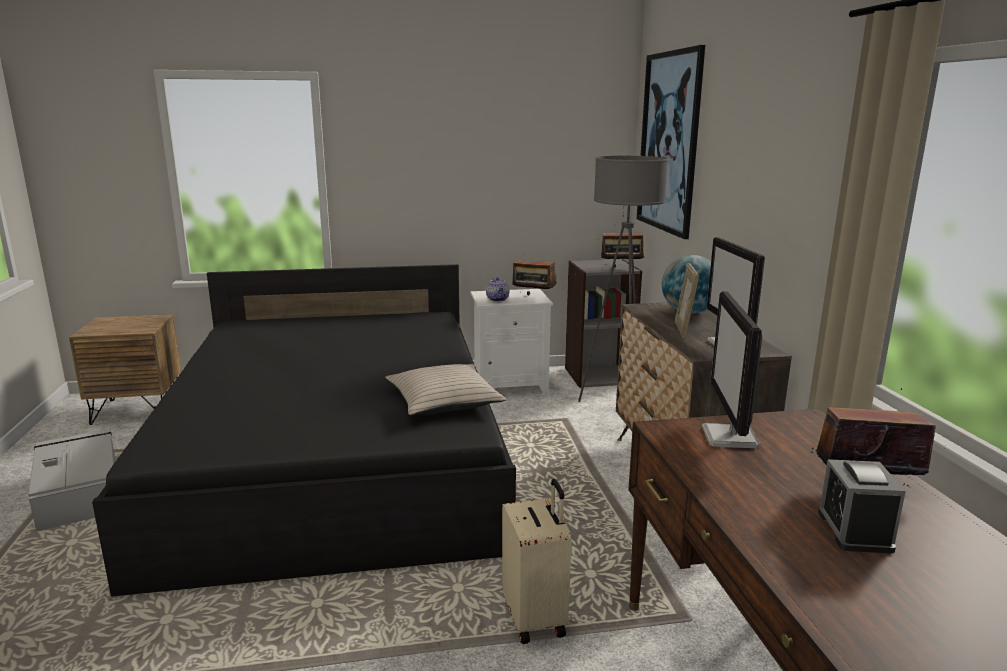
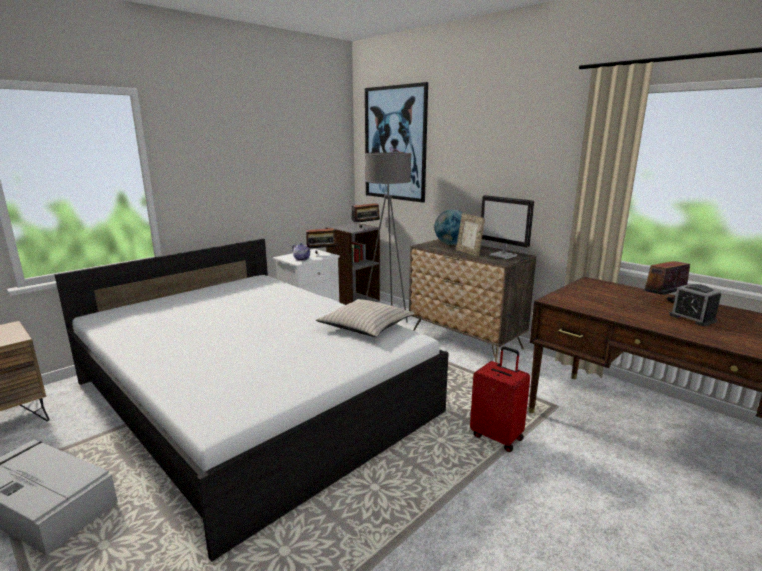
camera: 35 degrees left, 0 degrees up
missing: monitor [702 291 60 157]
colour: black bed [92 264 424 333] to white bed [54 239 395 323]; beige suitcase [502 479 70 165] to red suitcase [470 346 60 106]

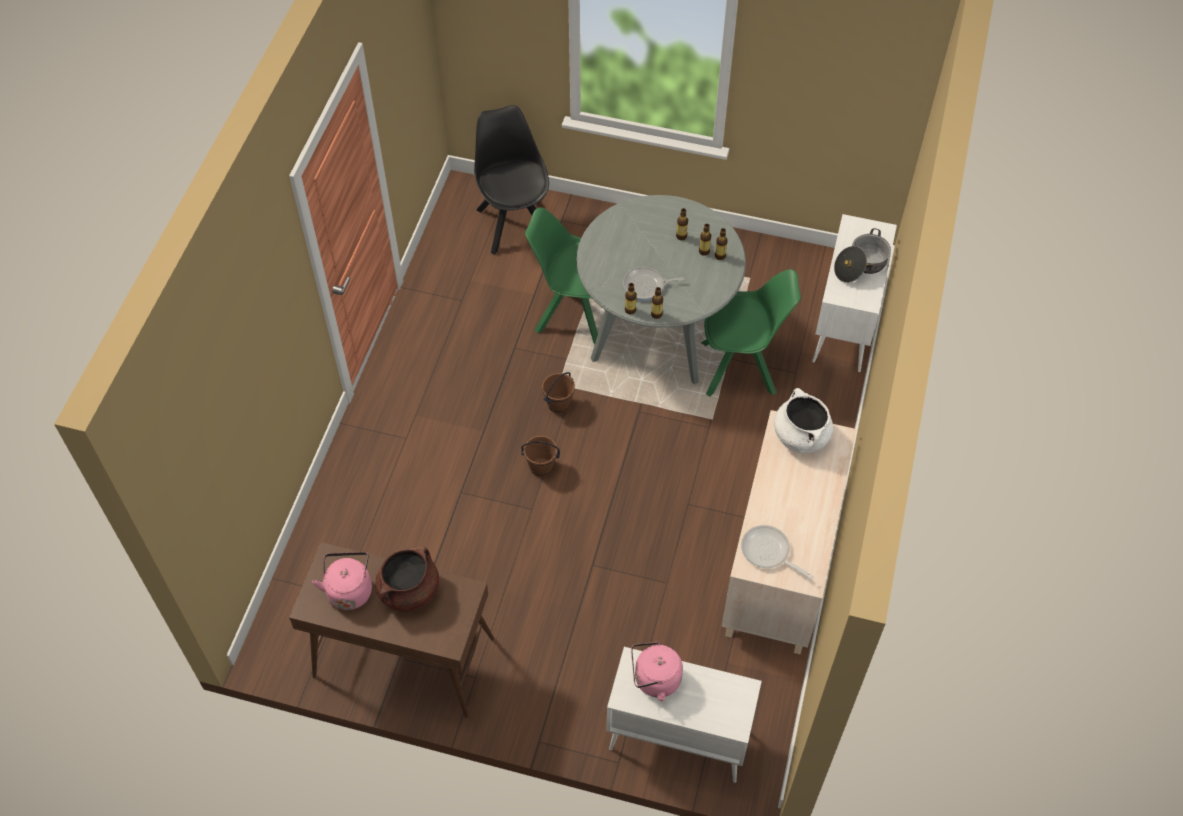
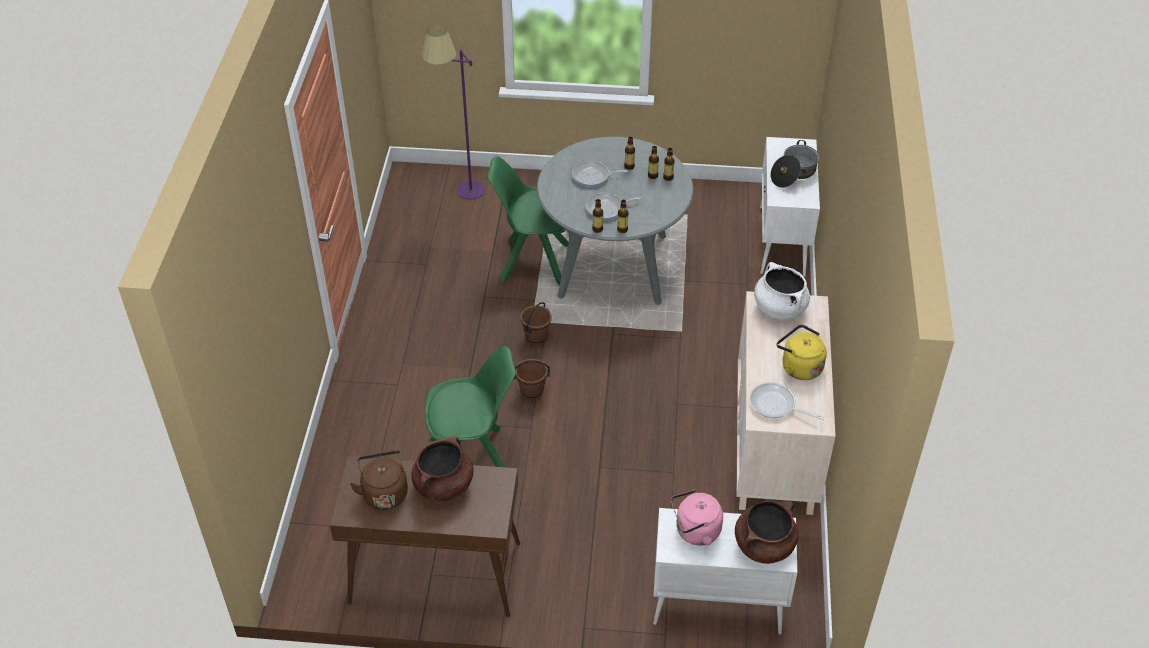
camera: 10 degrees left, 10 degrees down
appeared: frying pan [572 161 56 26]; brown cooking pot [735 501 63 63]; yellow kettle [777 324 50 56]
relocated: green chair [701 269 100 127] to [425 346 91 121]
exchanged: black chair [474 105 75 150] to purple floor lamp [421 25 64 175]
colour: pink kettle [312 552 60 58] to brown kettle [350 450 58 60]

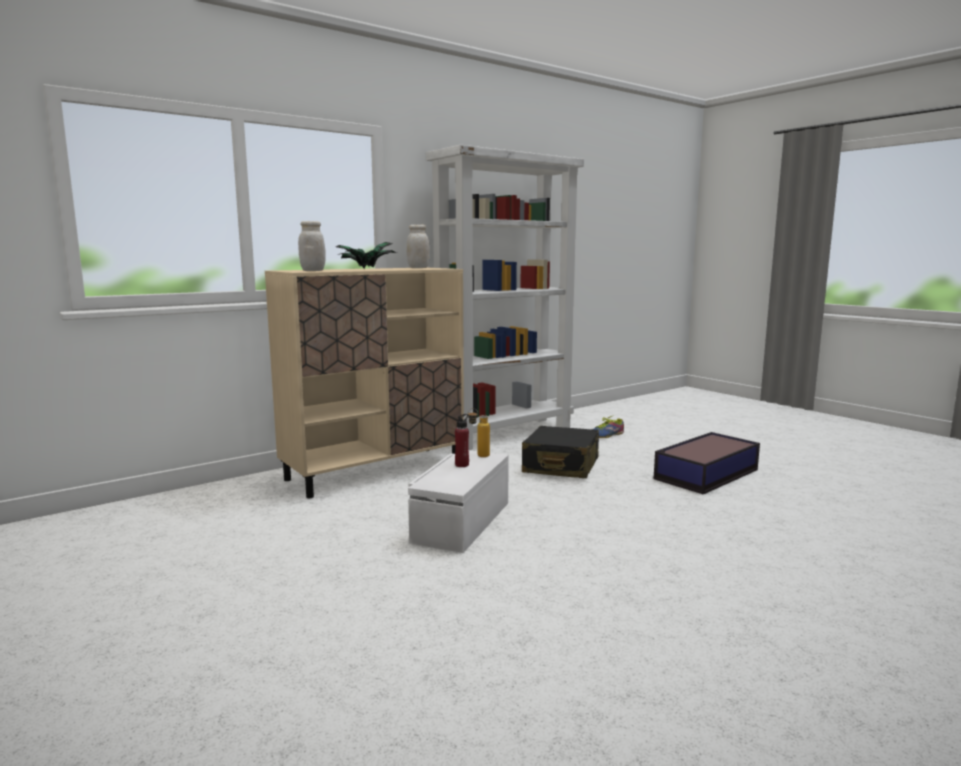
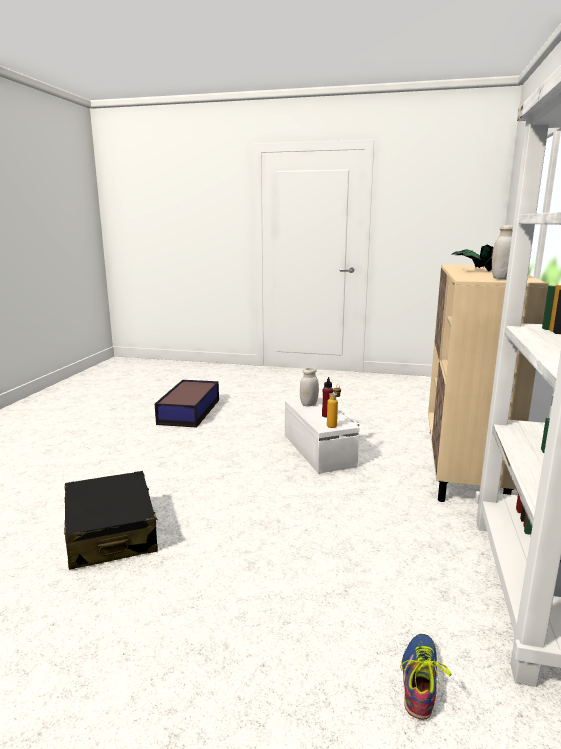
camera: 140 degrees right, 5 degrees up
relocated: white jar [298 221 28 50] to [300 368 19 39]; black suitcase [522 426 77 52] to [64 471 94 99]; storage box [654 432 106 62] to [155 380 64 48]

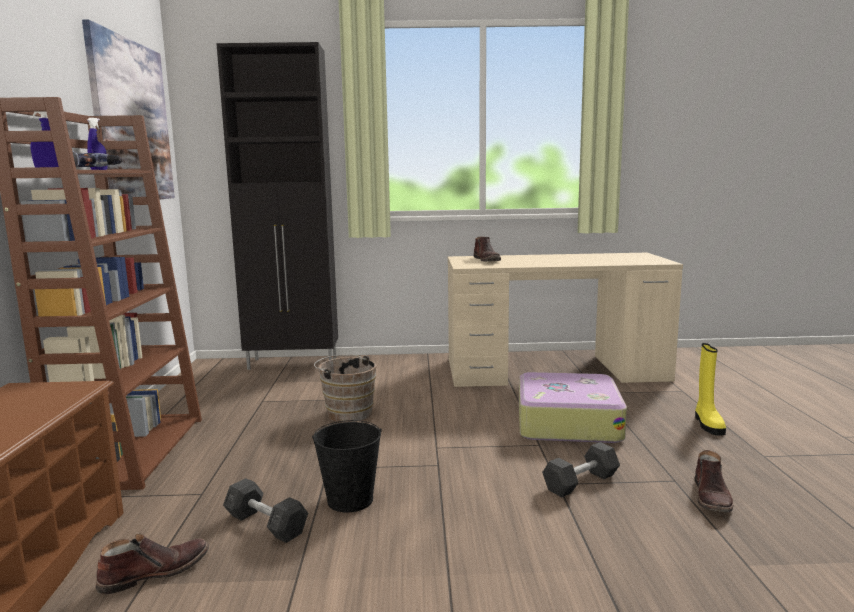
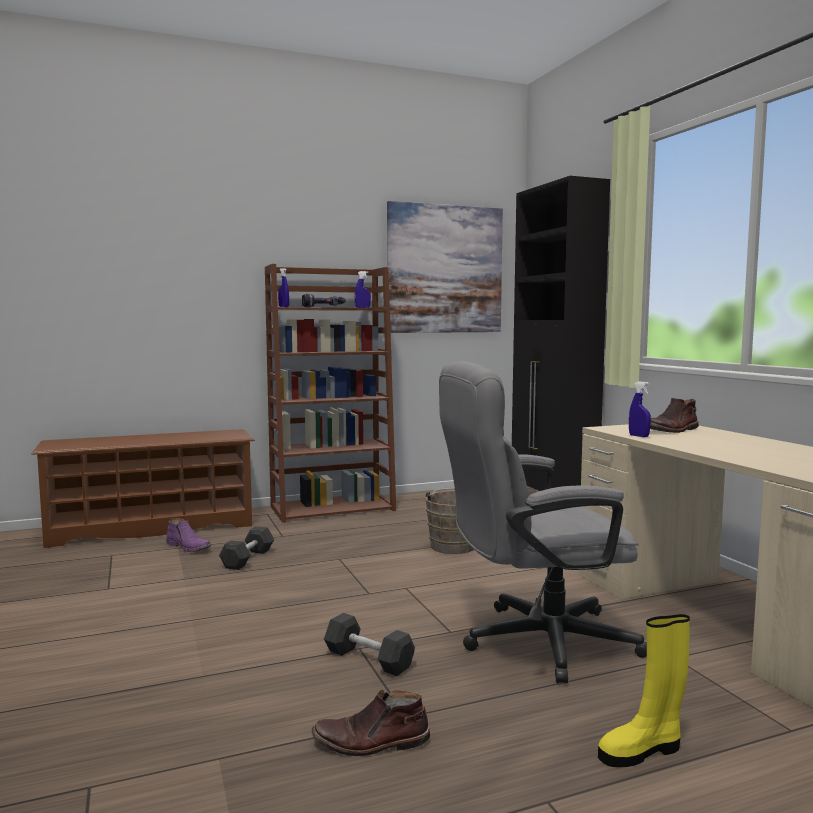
camera: 70 degrees right, 5 degrees down
missing: black bucket [312 420 70 93]
appeared: blue spray bottle [629 381 22 56]
exchanged: suitcase [519 372 108 71] to grey office chair [439 361 208 322]
colour: brown boot [96 534 113 60] to purple boot [166 518 45 34]

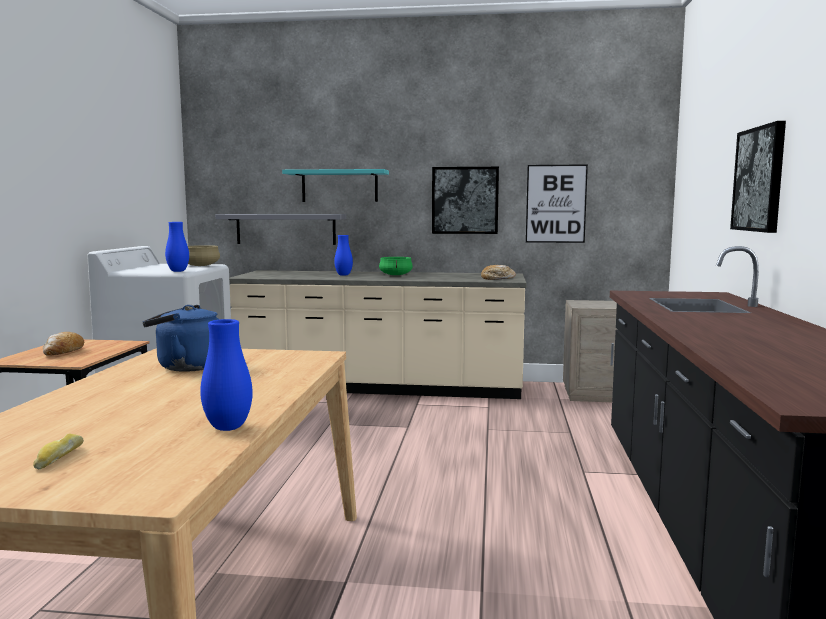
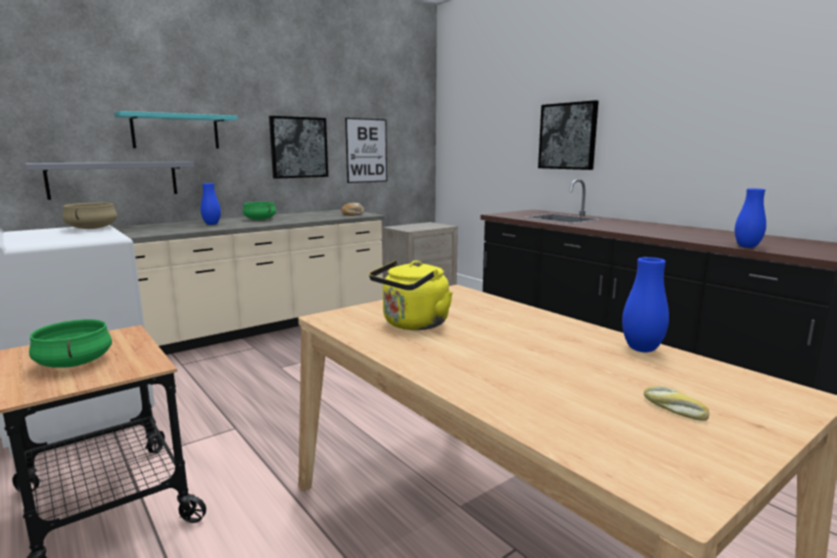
camera: 45 degrees left, 5 degrees up
relocated: blue vase [165 222 24 50] to [735 188 31 60]
exchanged: bread [43 332 41 24] to green cooking pot [29 319 83 49]
colour: blue kettle [143 305 76 67] to yellow kettle [369 260 84 70]

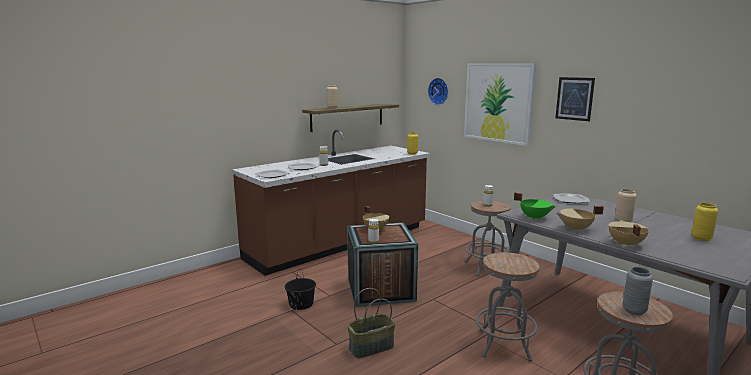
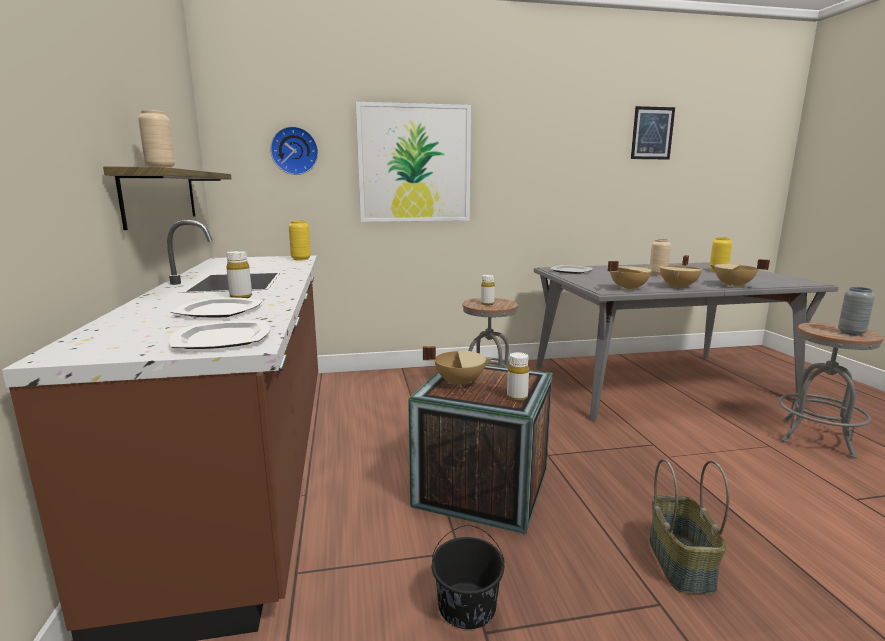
camera: 60 degrees left, 0 degrees up
missing: grey stool [476 252 63 110]
relocated: picture [555 77 40 44] to [631 106 44 53]
colour: green cooking pot [514 192 42 28] to beige cooking pot [608 261 44 30]

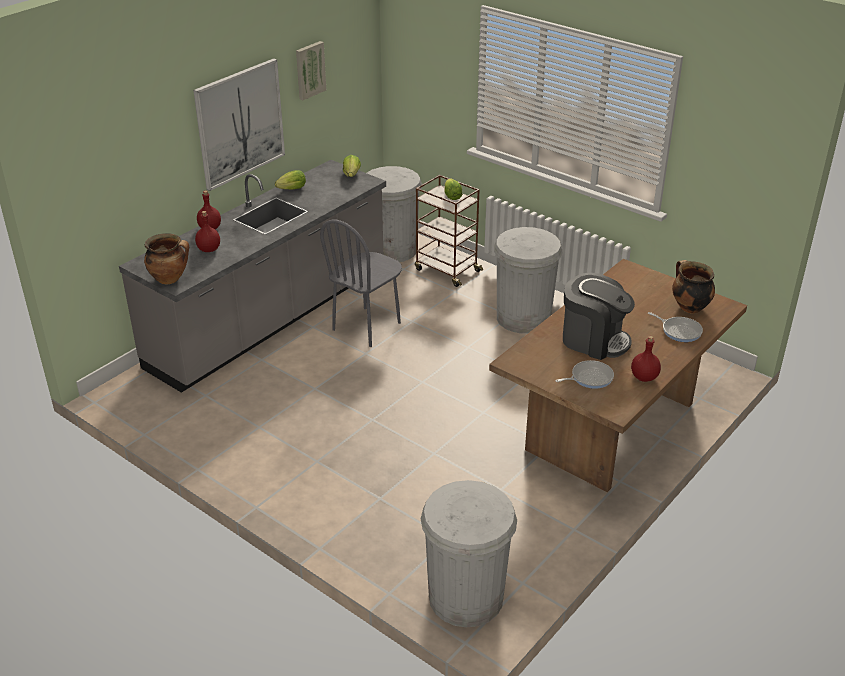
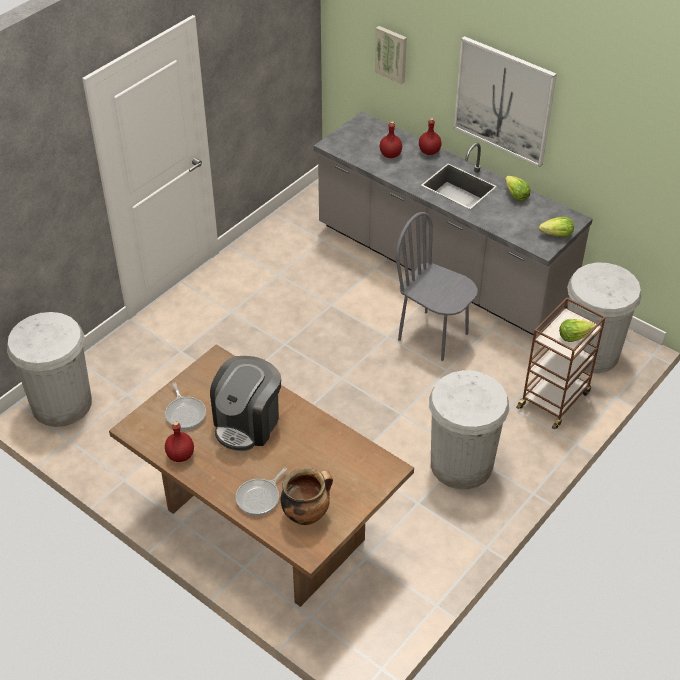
camera: 90 degrees right, 10 degrees up
missing: cooking pot [144 233 45 51]
relocated: picture [296 41 30 59] to [375 26 32 58]

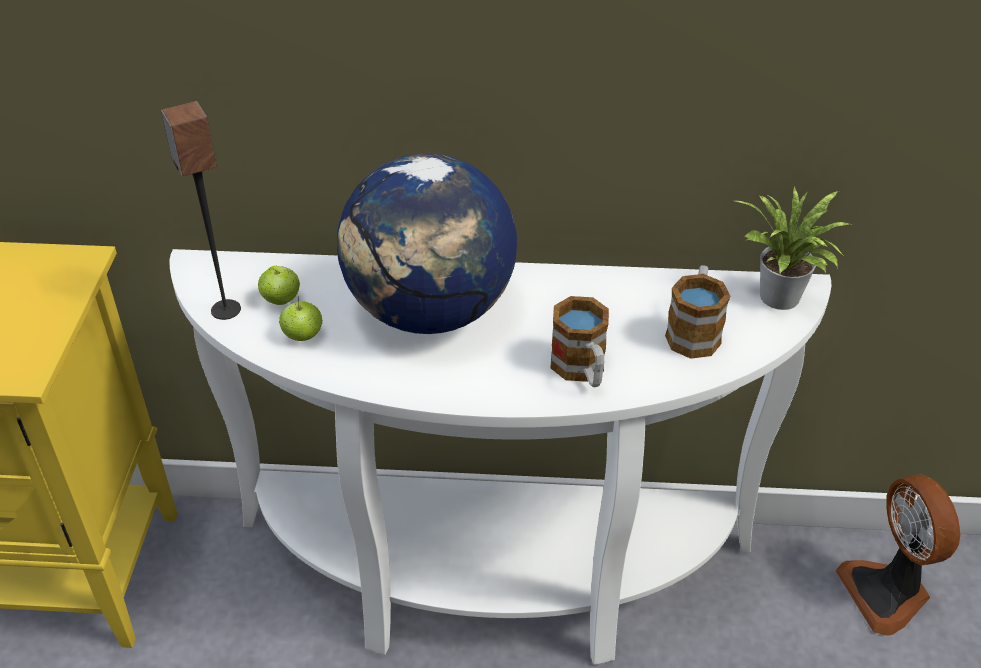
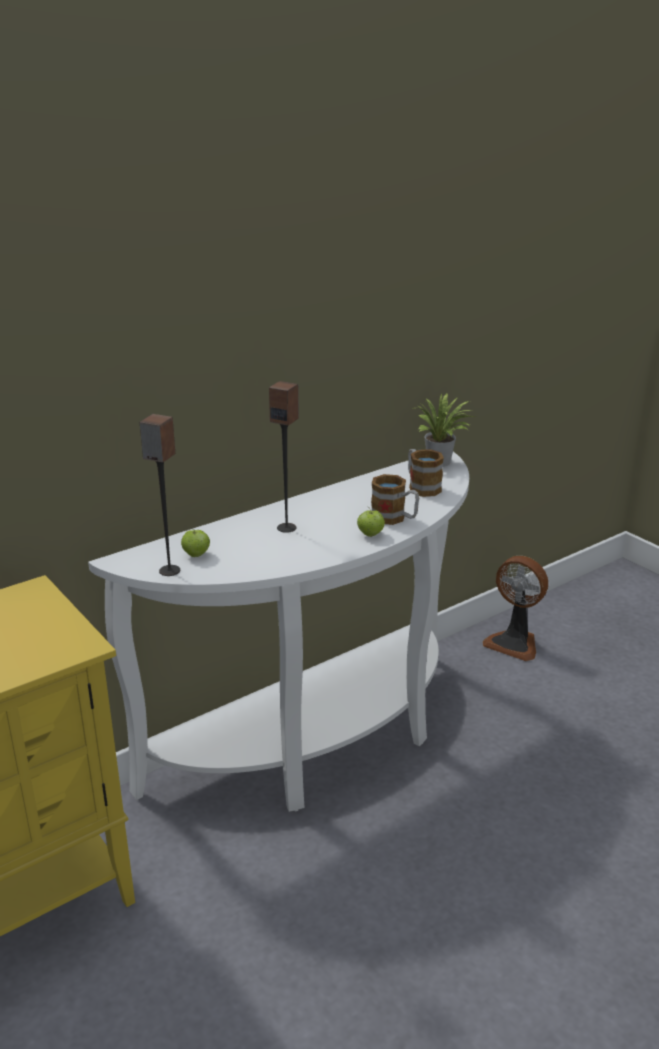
camera: 40 degrees left, 15 degrees down
relocated: apple [279 297 43 44] to [357 506 28 31]
exchanged: globe [337 153 180 181] to speaker [269 381 30 152]

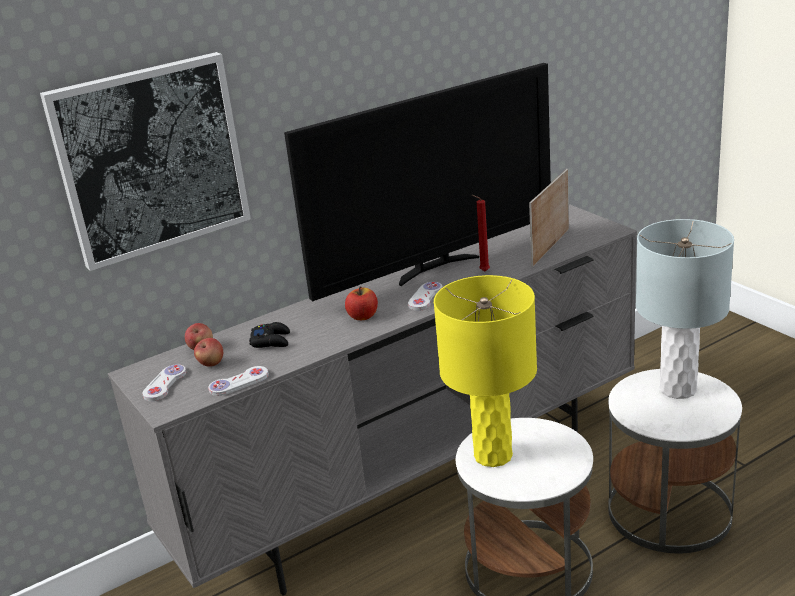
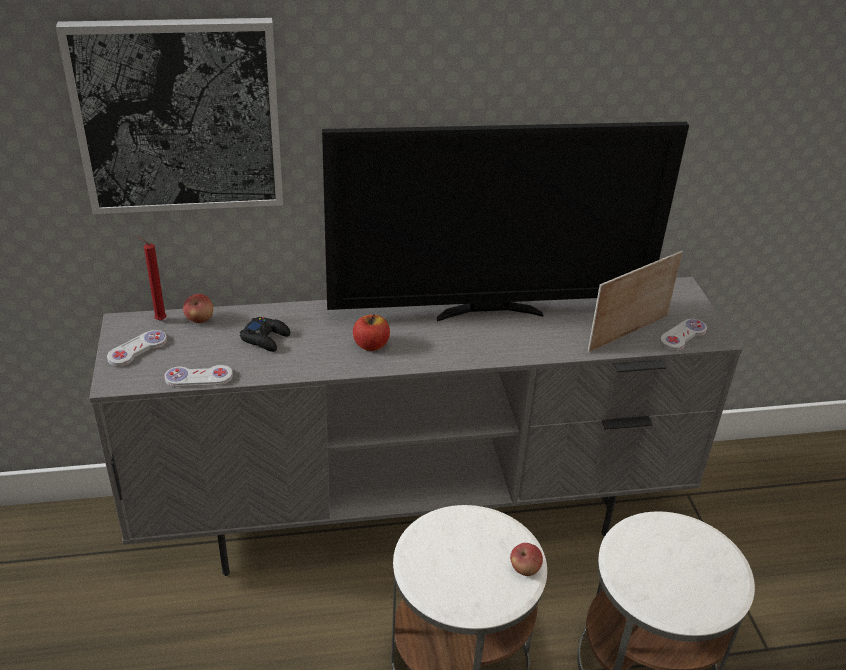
camera: 20 degrees right, 10 degrees up
missing: yellow table lamp [434 275 103 192]; grey table lamp [636 219 98 180]
relocated: apple [194 338 29 28] to [510 543 33 33]; white game controller [408 282 35 29] to [660 319 47 32]; red candle [472 195 18 76] to [137 236 30 85]

